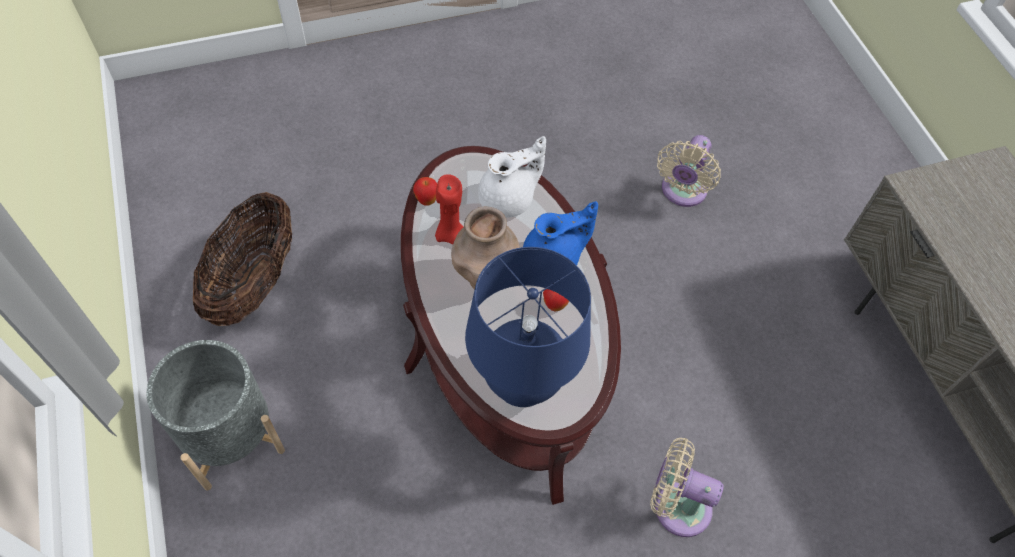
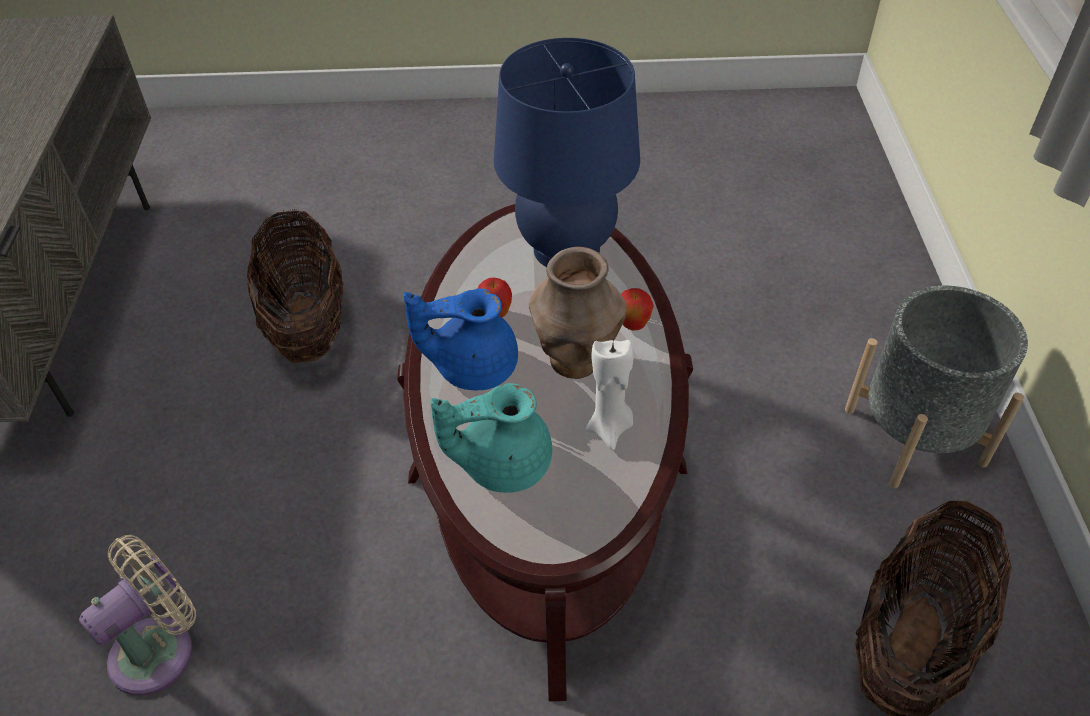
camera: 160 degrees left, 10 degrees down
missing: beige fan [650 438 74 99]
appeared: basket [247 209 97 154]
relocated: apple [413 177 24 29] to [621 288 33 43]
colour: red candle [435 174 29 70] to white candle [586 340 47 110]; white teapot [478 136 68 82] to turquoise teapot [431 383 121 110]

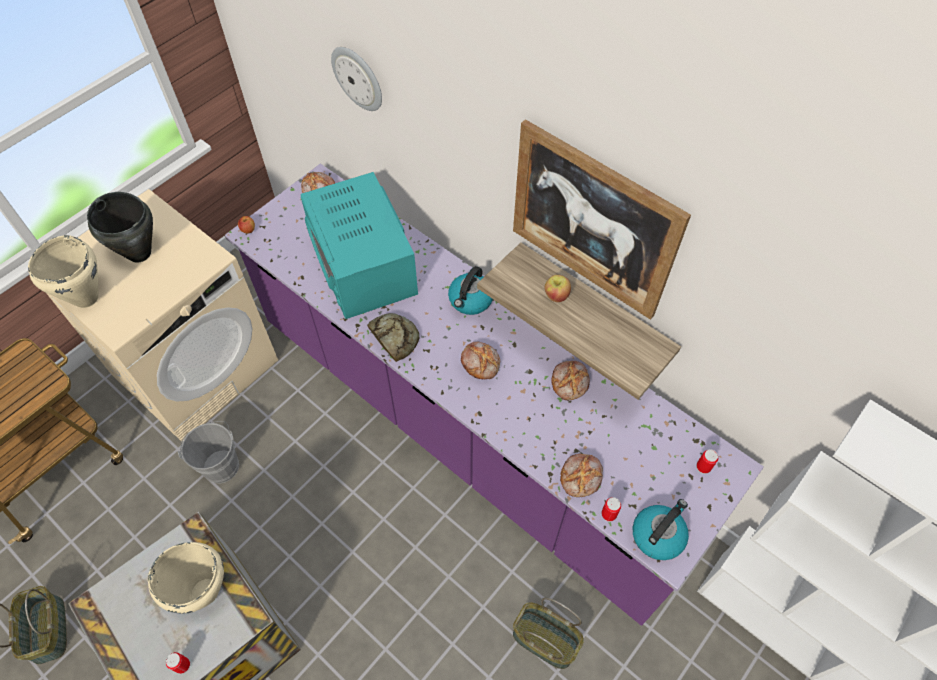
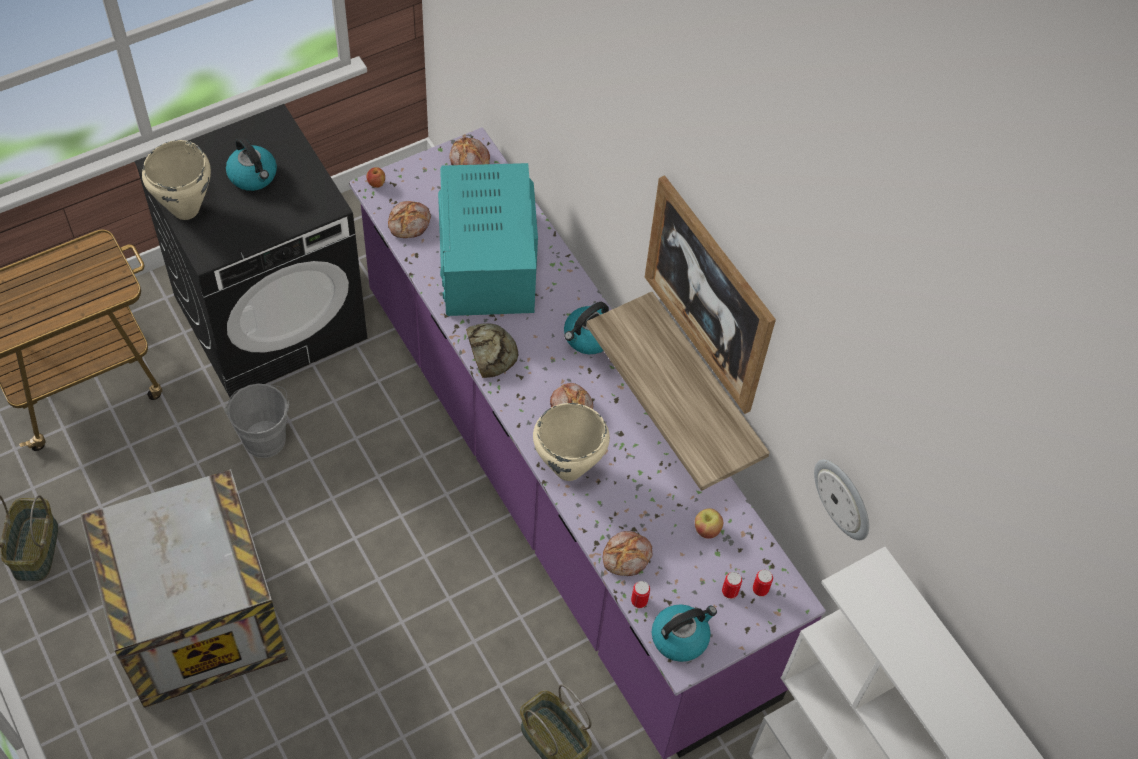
camera: 15 degrees right, 0 degrees up
relocated: beige cooking pot [148 542 76 72] to [533 403 77 78]; can [166 652 24 22] to [722 572 20 27]; wall clock [331 47 51 64] to [814 459 55 81]; apple [545 275 26 27] to [695 508 28 31]; bread [551 361 39 39] to [388 201 43 37]
exchanged: black cooking pot [87 192 66 71] to kettle [226 137 51 54]
colour: beige washing machine [28 189 250 254] to black washing machine [134 104 233 294]

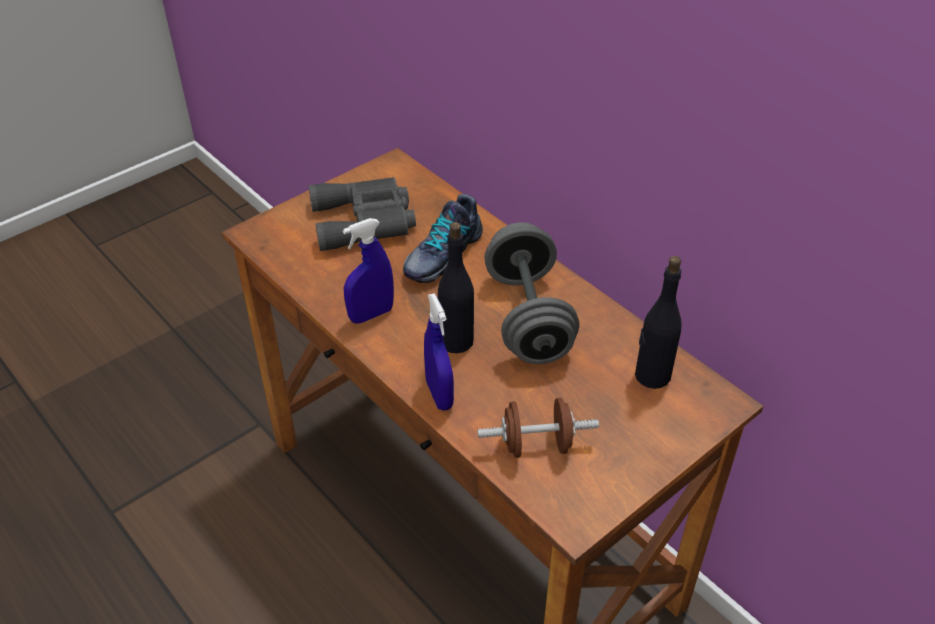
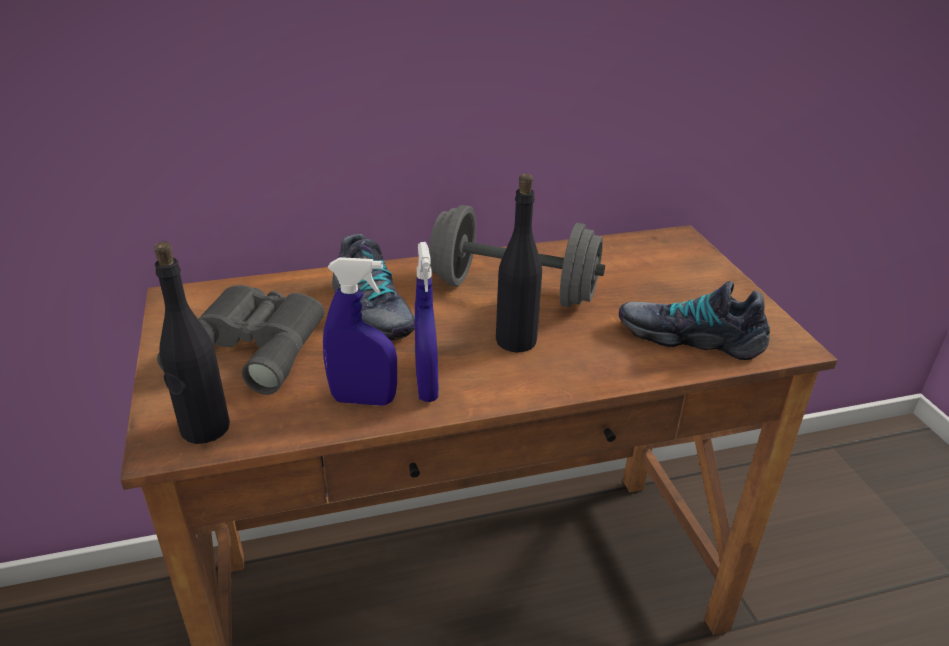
camera: 65 degrees left, 10 degrees down
relocated: blue spray bottle [424 293 30 118] to [323 257 74 149]; black bottle [635 256 47 133] to [154 242 76 202]
exchanged: brown dumbbell [477 398 122 60] to shoe [619 281 151 79]

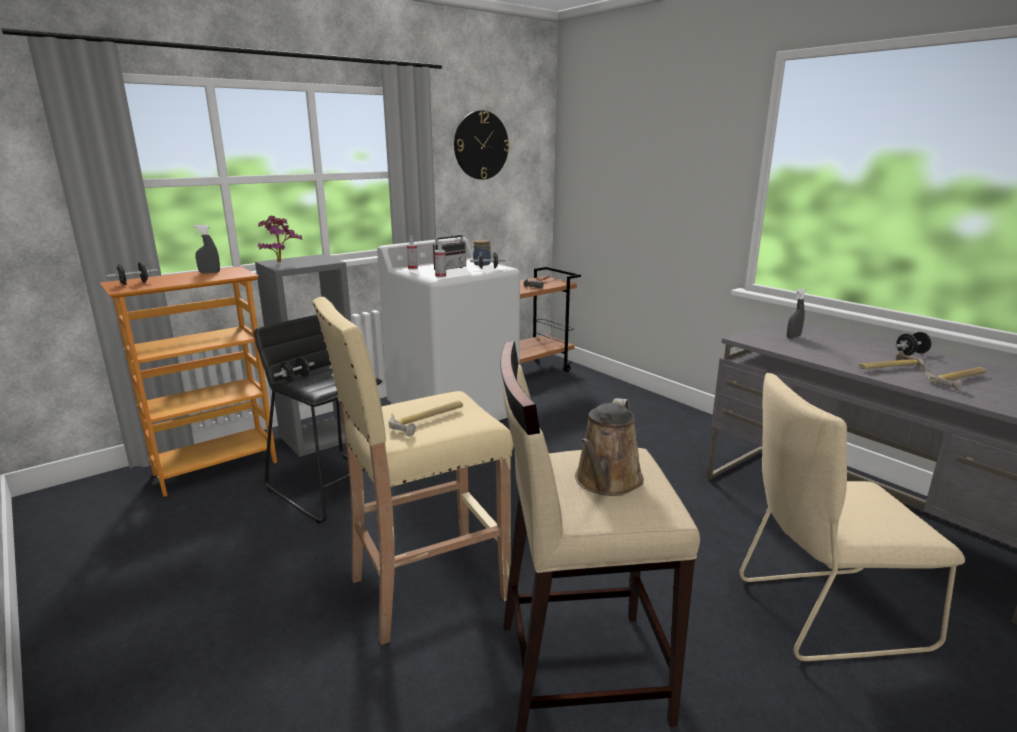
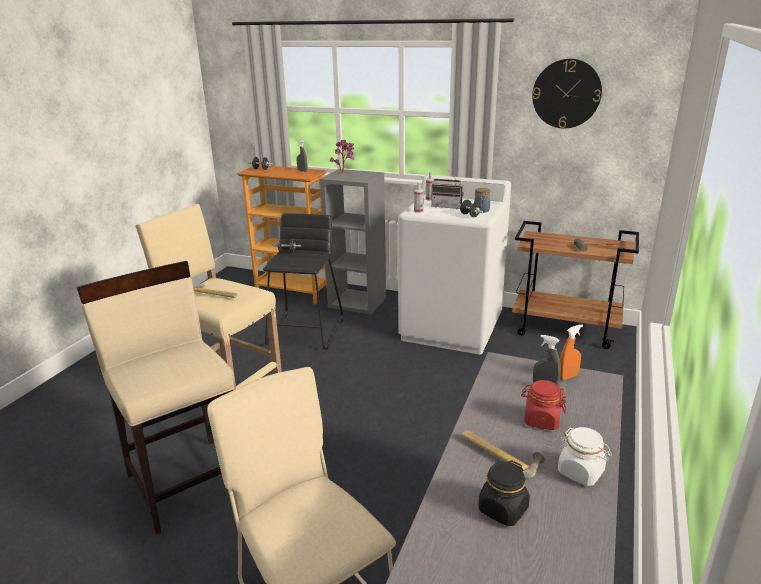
camera: 60 degrees right, 5 degrees up
missing: brown watering can [575 398 69 98]
appeared: red jar [521 380 45 50]; orange spray bottle [560 325 23 55]
exchanged: black dumbbell [895 332 38 23] to white jar [558 427 54 59]; hammer [924 367 62 24] to black jar [478 460 52 66]

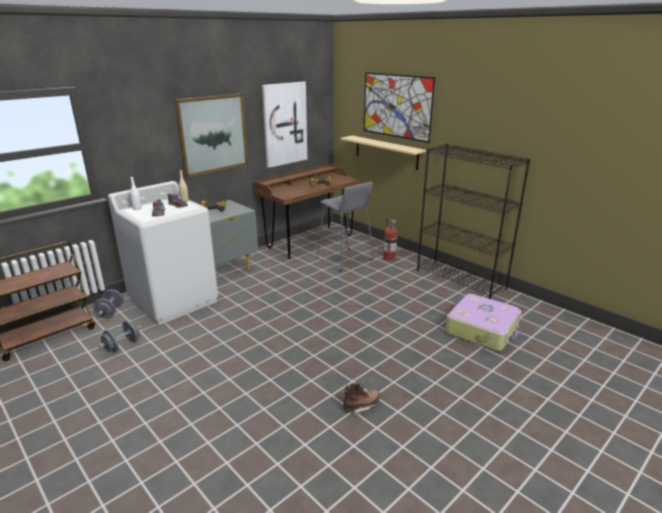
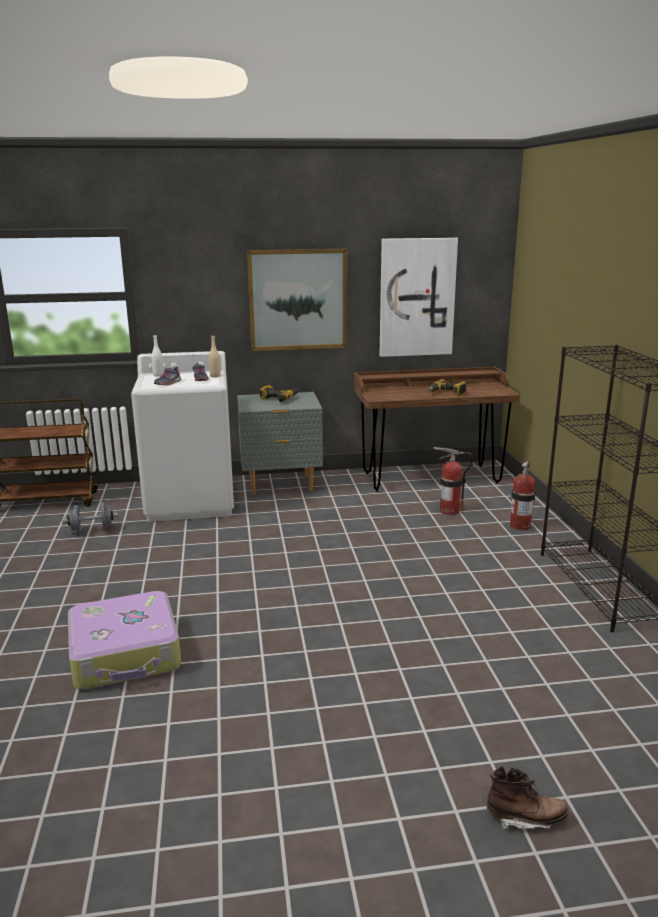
camera: 35 degrees right, 5 degrees down
missing: grey dumbbell [93 289 31 29]; beige shelf [340 136 86 34]; picture [364 72 71 71]
relocated: brown boot [343 383 37 33] to [487 766 82 63]; suitcase [445 294 76 57] to [68 591 113 99]
exchanged: grey stool [317 182 57 90] to fire extinguisher [433 447 40 68]

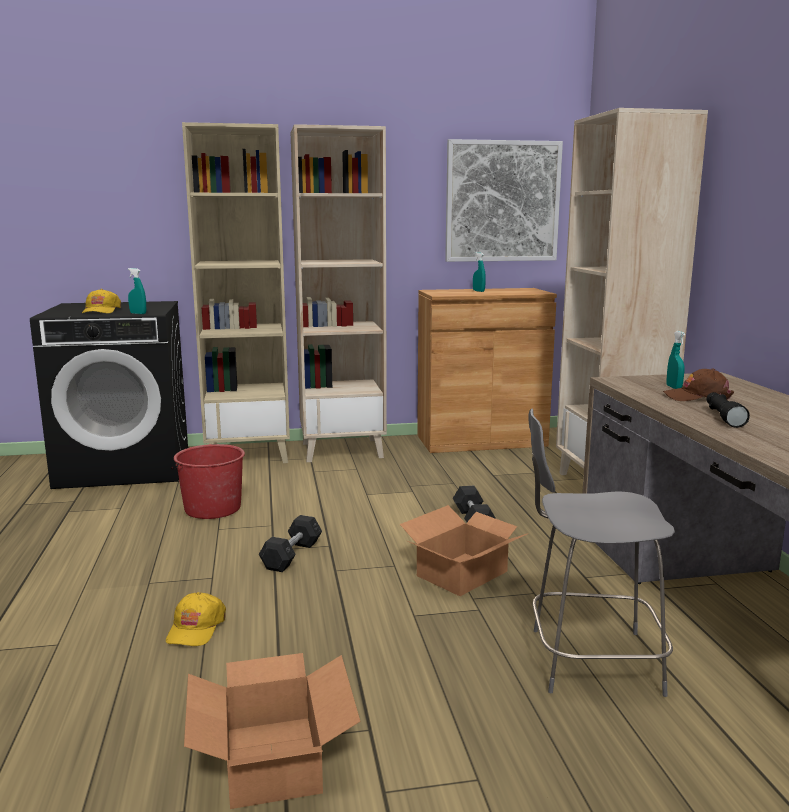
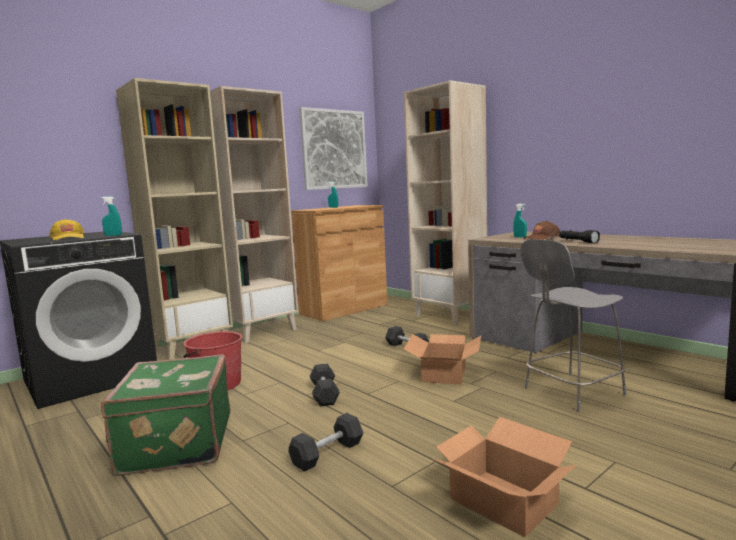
camera: 30 degrees left, 5 degrees down
appeared: green suitcase [101 355 129 120]
exchanged: yellow cap [166 592 60 54] to grey dumbbell [288 413 75 59]

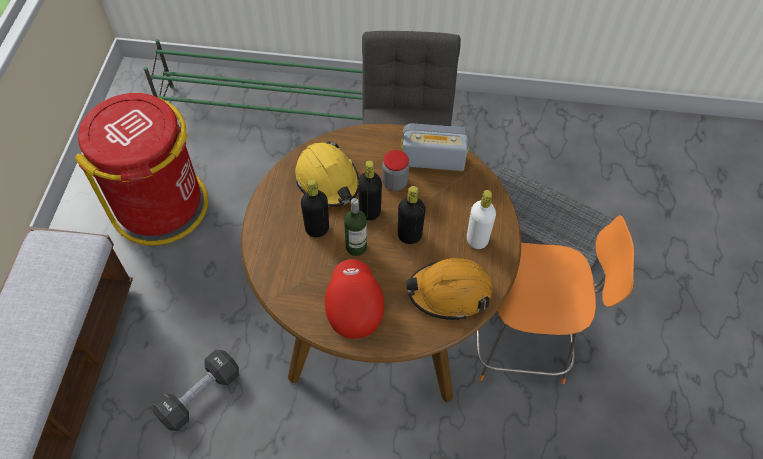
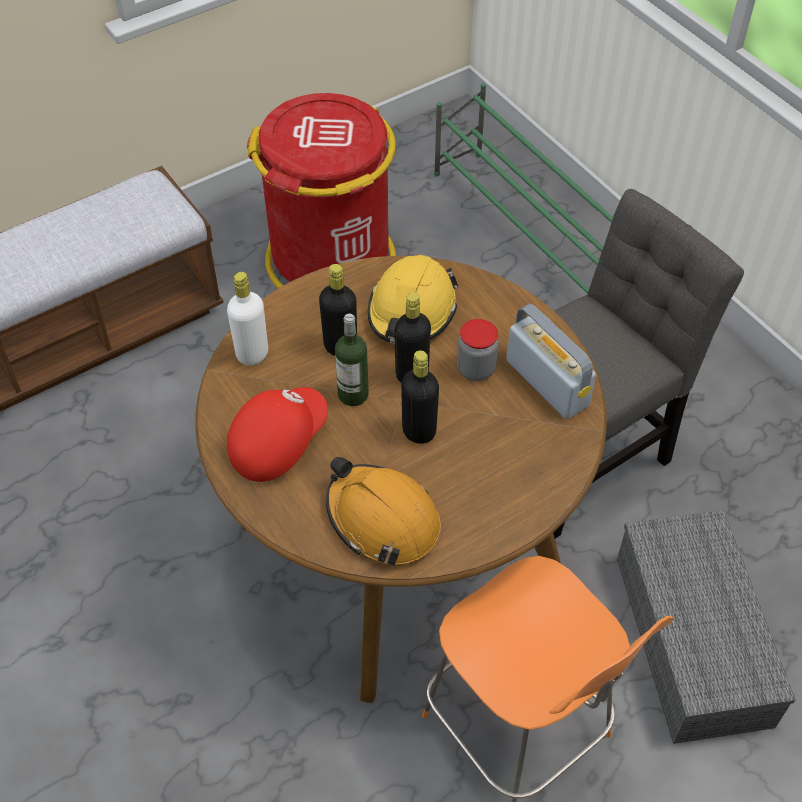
camera: 50 degrees right, 5 degrees down
missing: black dumbbell [153 349 86 82]
relocated: white bottle [467 190 29 59] to [227 272 41 93]

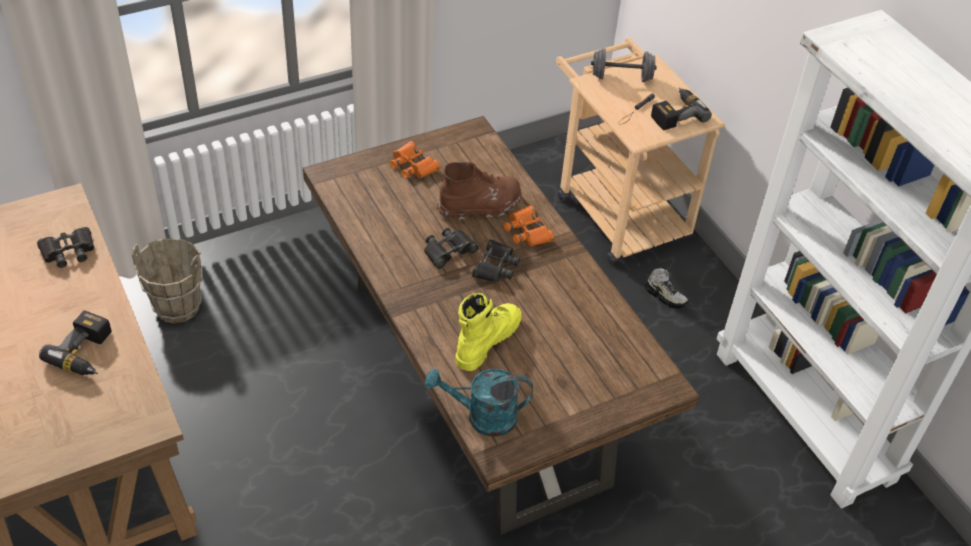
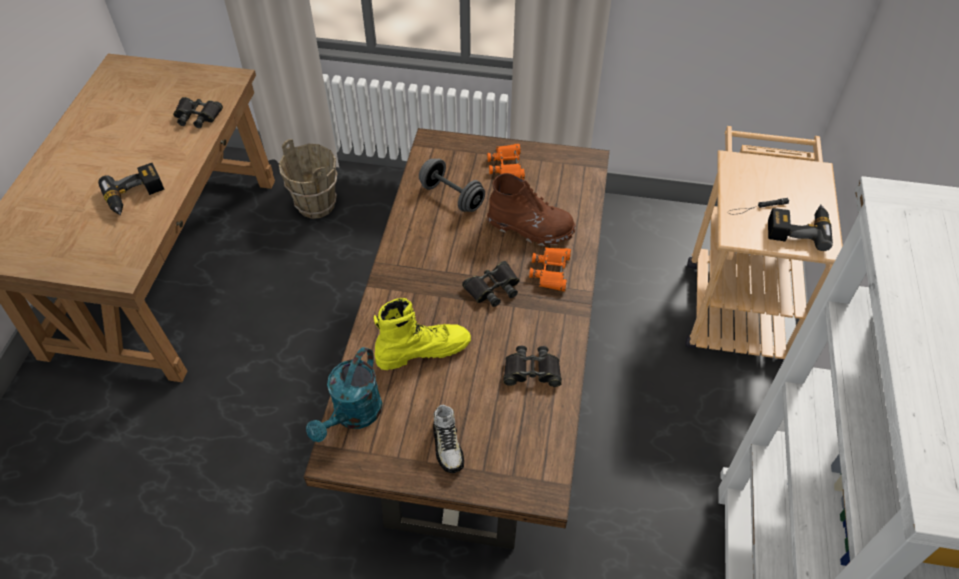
camera: 40 degrees right, 5 degrees up
relocated: black binoculars [424 228 55 41] to [503 346 59 41]; grey dumbbell [591 48 66 34] to [419 158 66 54]; shoe [645 268 44 41] to [433 405 31 68]
spun: turquoise watering can [425 369 108 68] = [306 347 76 95] 105 degrees counterclockwise

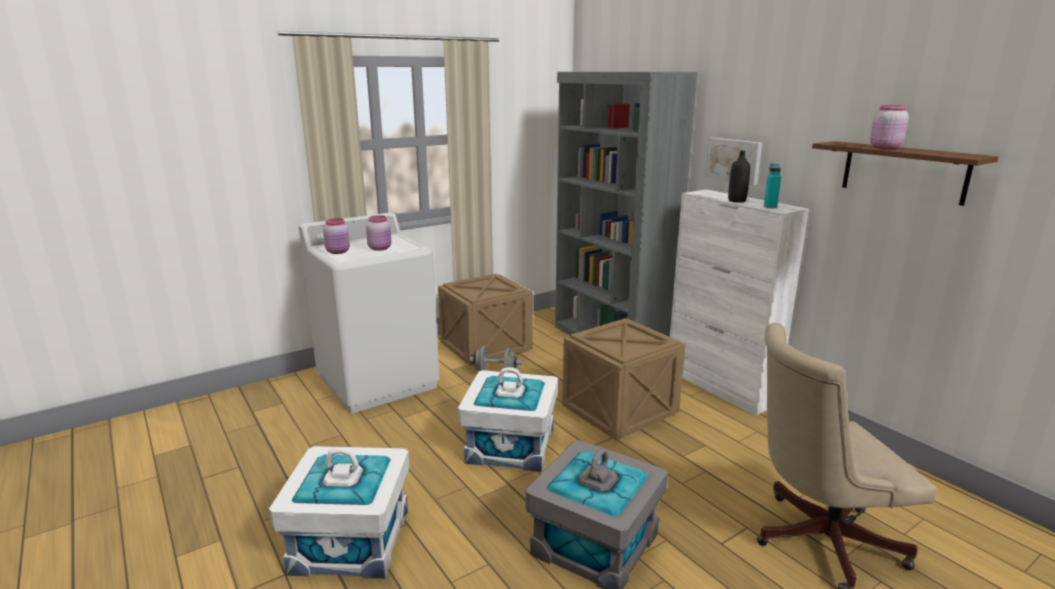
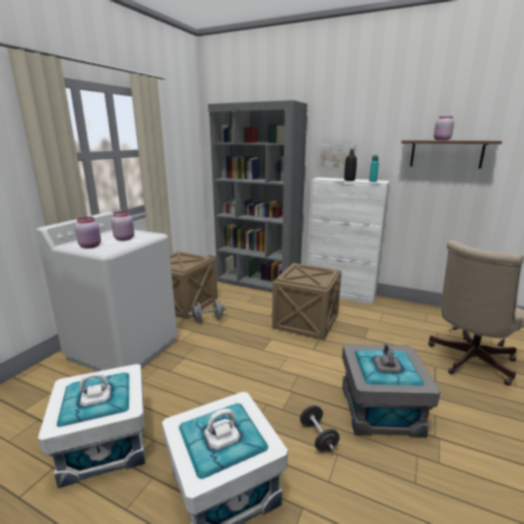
camera: 30 degrees left, 0 degrees up
appeared: black dumbbell [300 405 39 47]
relocated: white storage box [458 367 100 105] to [38 364 107 124]

